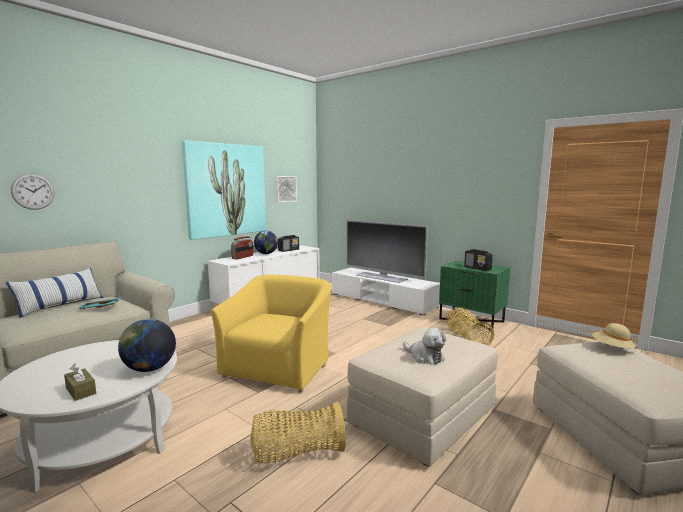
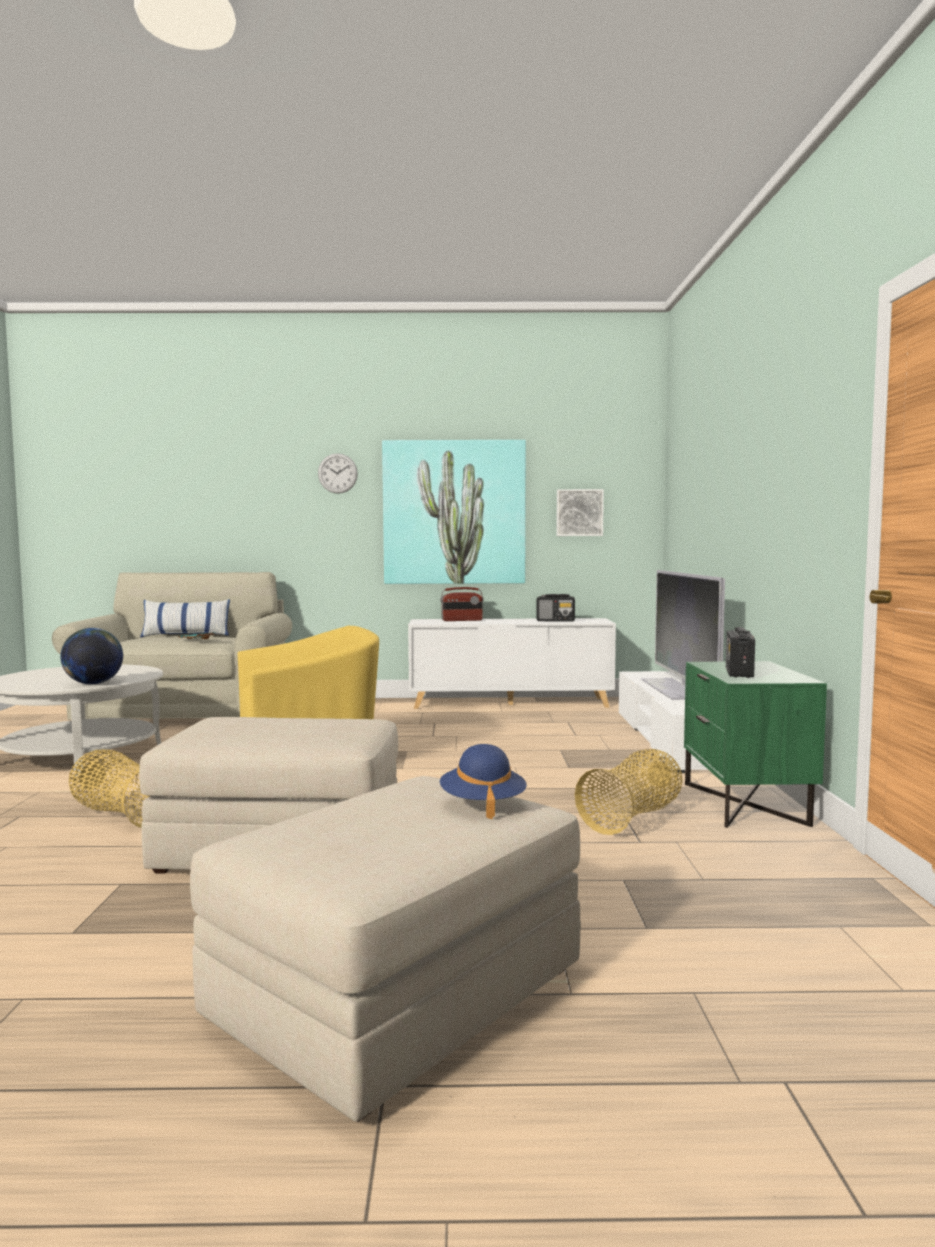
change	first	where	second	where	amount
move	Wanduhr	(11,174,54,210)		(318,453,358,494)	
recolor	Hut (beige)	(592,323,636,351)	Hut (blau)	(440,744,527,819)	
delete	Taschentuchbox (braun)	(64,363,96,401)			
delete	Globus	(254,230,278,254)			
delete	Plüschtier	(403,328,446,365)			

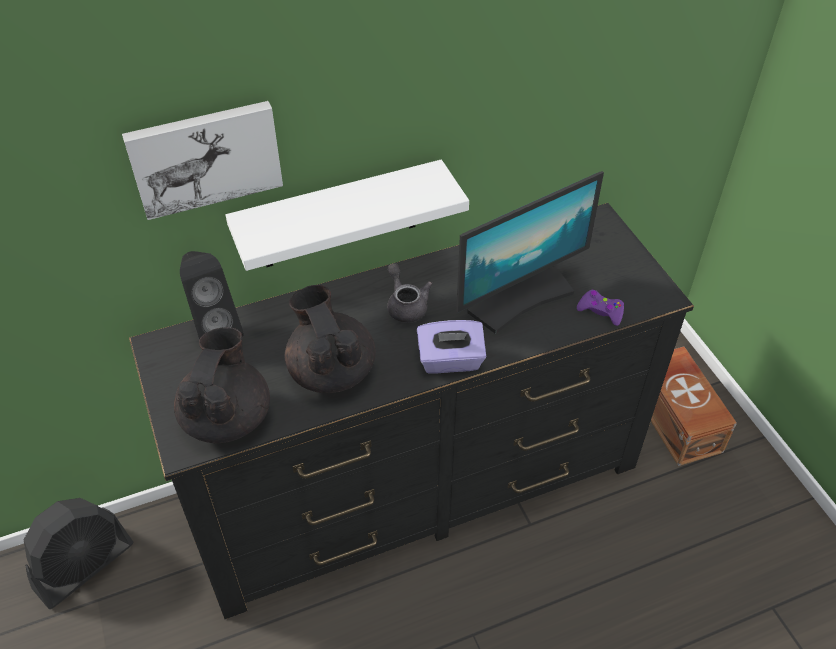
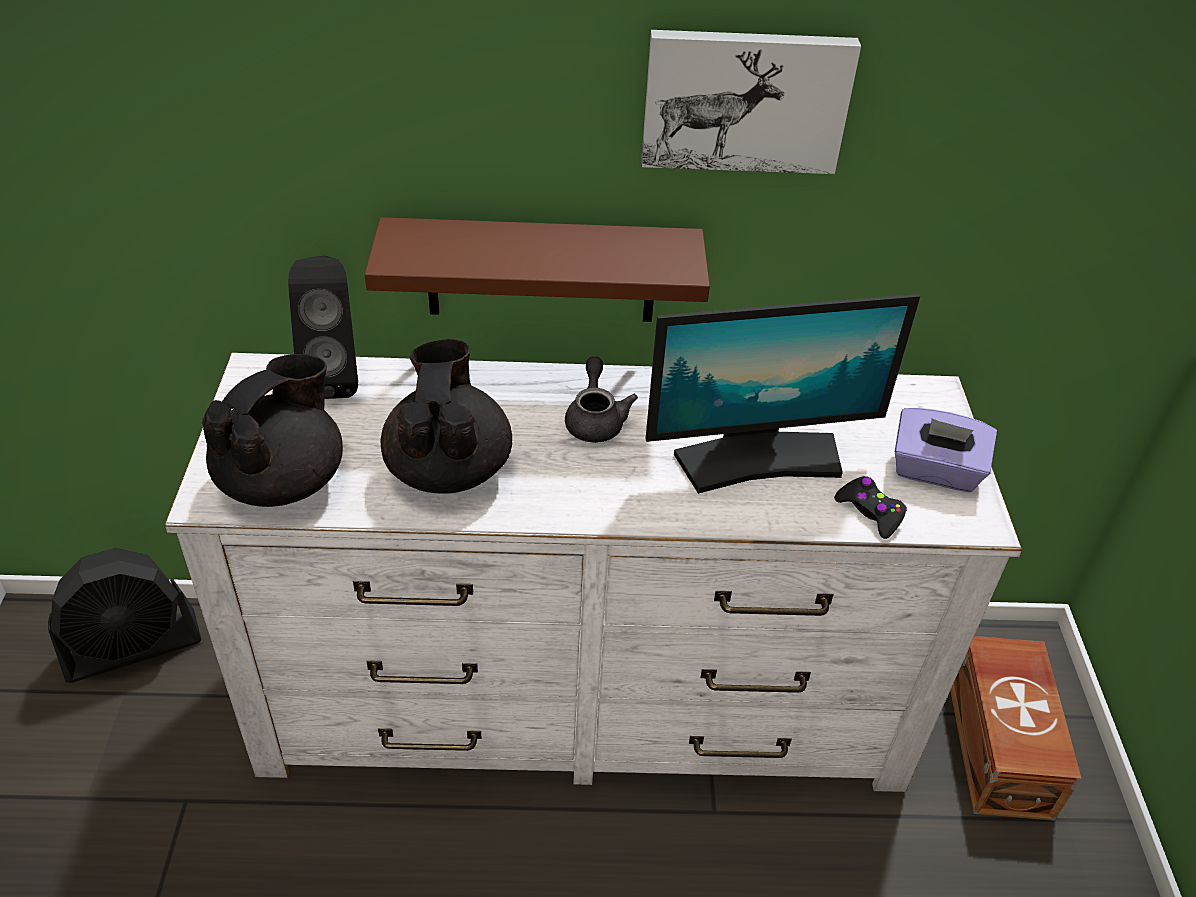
change	first	where	second	where	amount
recolor	Kommode (schwarz)	(129,203,694,619)	Kommode (weiß)	(164,353,1022,792)	
recolor	Wandregal (weiß)	(225,160,469,271)	Wandregal (braun)	(364,217,710,322)	
move	Bild	(122,101,283,220)		(642,30,861,174)	
recolor	Gamepad (lila)	(577,290,624,326)	Gamepad (schwarz)	(834,476,907,539)	
move	Taschentuchbox (lila)	(417,320,486,374)		(895,408,997,492)	

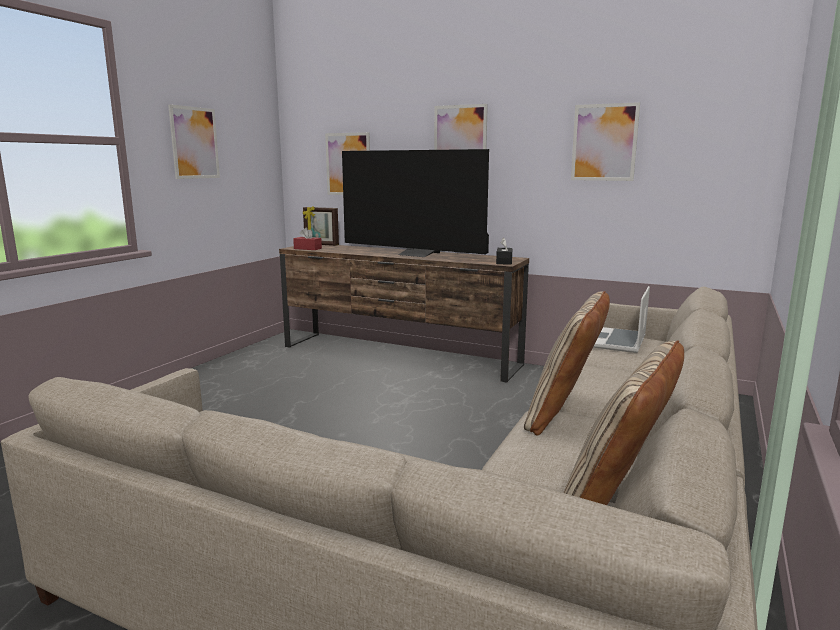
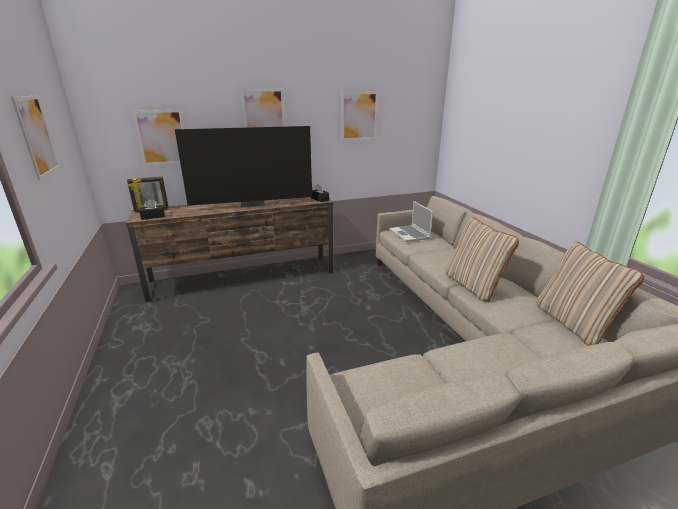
change	first	where	second	where	amount
recolor	Taschentuchbox (rot)	(293,228,322,250)	Taschentuchbox (schwarz)	(139,199,165,220)	

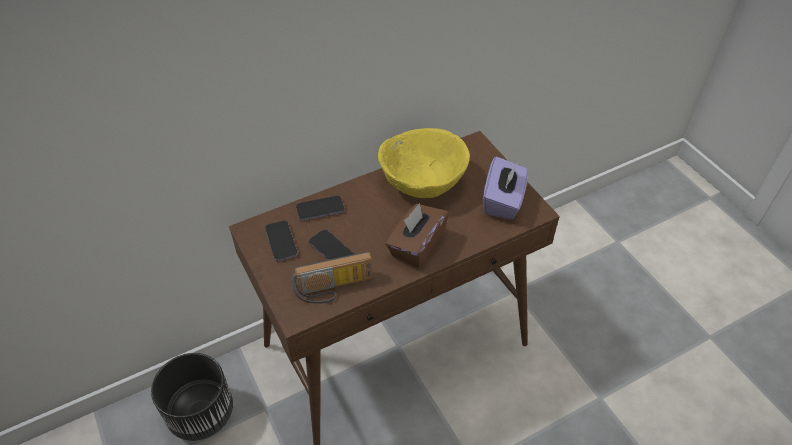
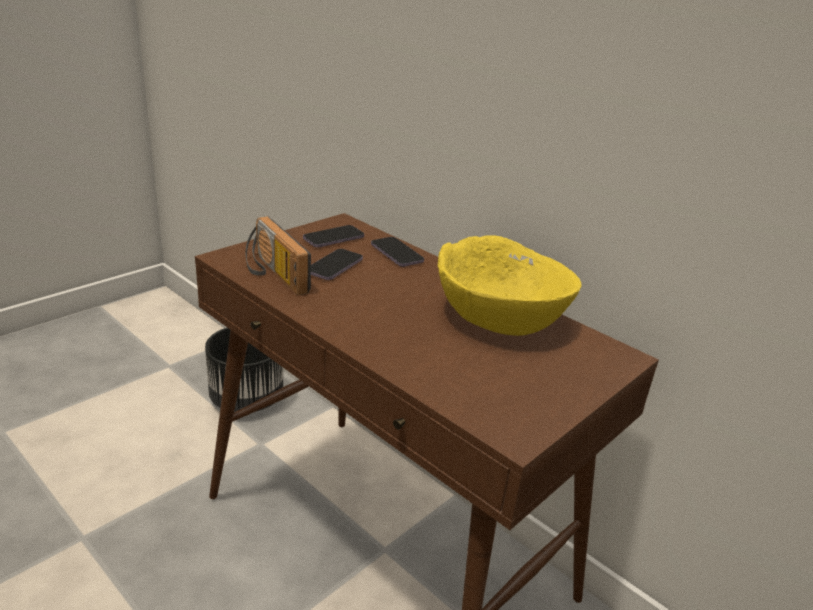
change	first	where	second	where	amount
delete	Taschentuchbox (braun)	(385,203,449,268)			
delete	Taschentuchbox (lila)	(483,157,528,219)			

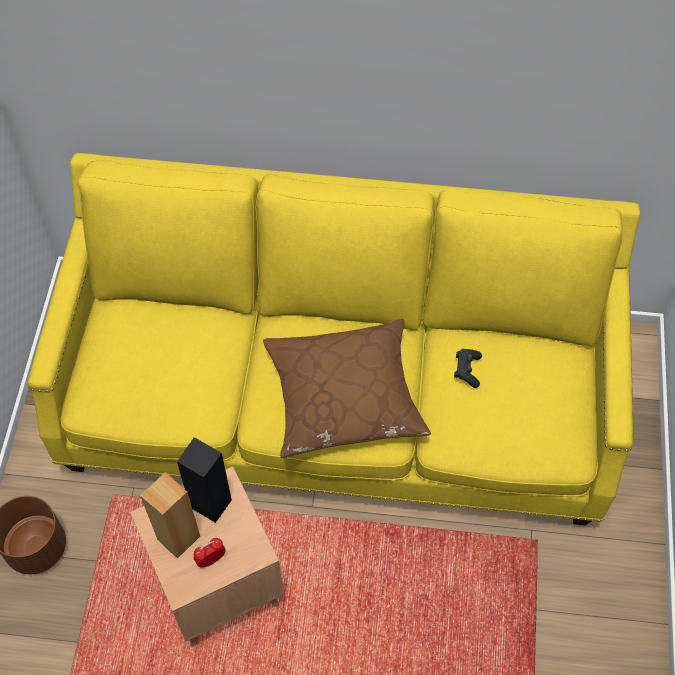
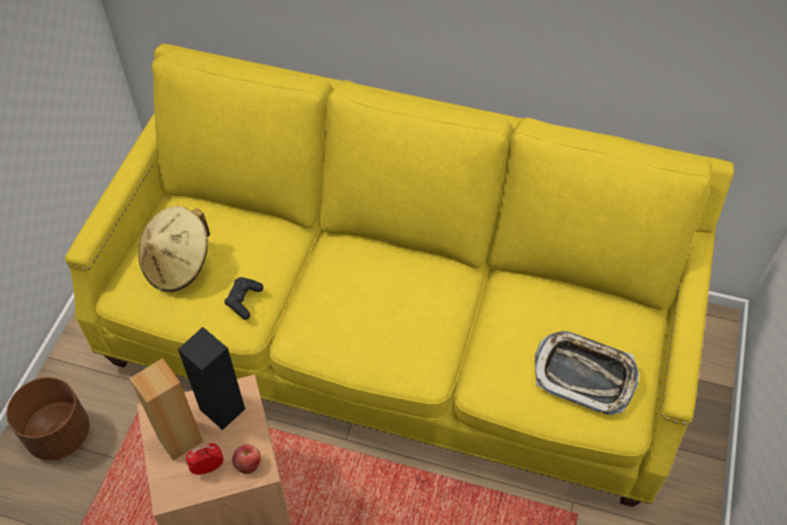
change	first	where	second	where	amount
insert			Hut (beige)	(139,206,210,292)	
move	Gamepad (schwarz)	(454,349,482,388)		(225,277,263,320)	
insert			Apfel	(232,444,261,474)	
insert			Tablett	(535,331,639,415)	
delete	Kissen (braun)	(263,319,431,458)			

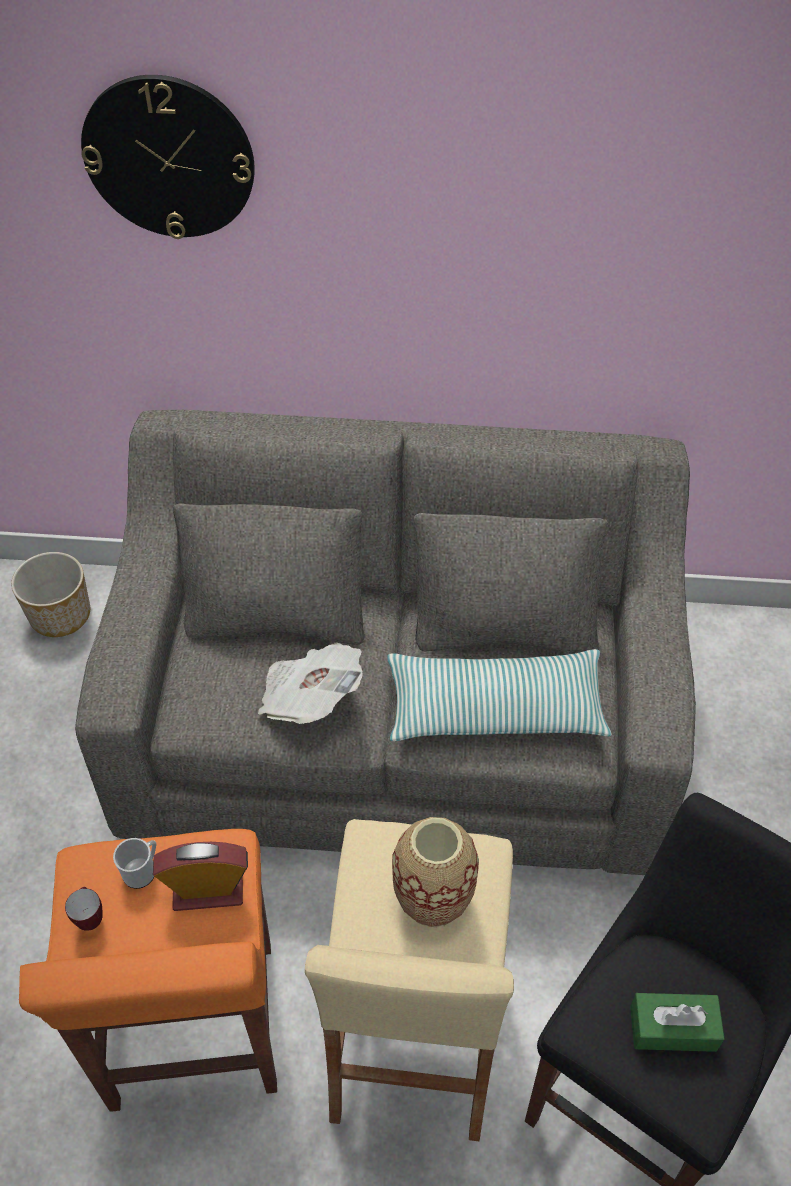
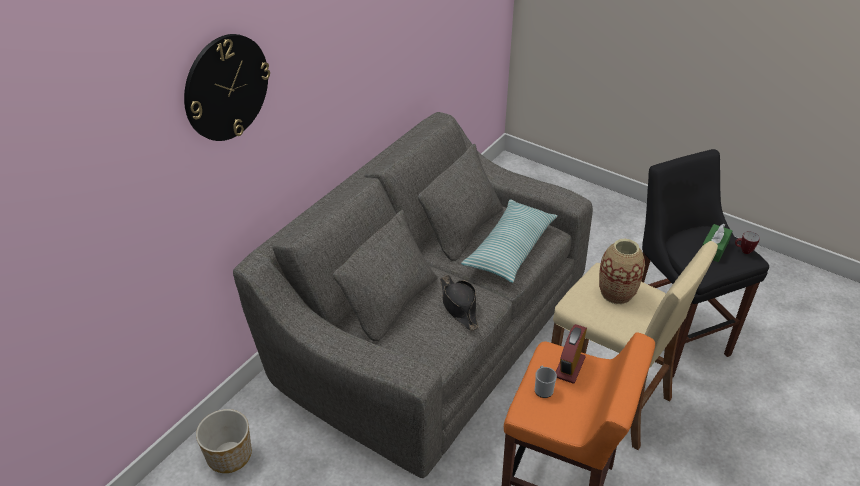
change	first	where	second	where	amount
replace	Zeitung	(258,643,363,724)	Hut (schwarz)	(440,275,478,331)	
move	Henkelbecher	(65,887,103,931)		(735,231,760,254)	

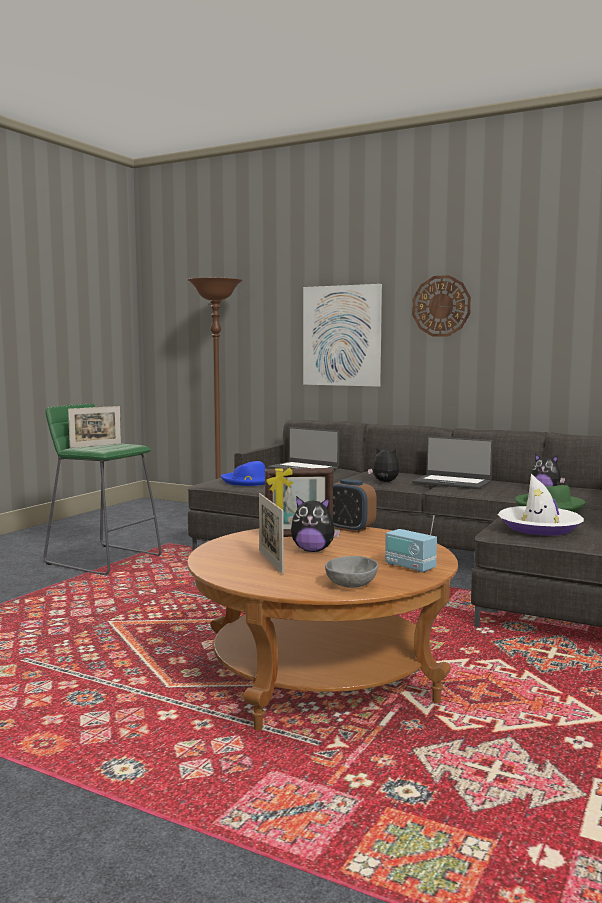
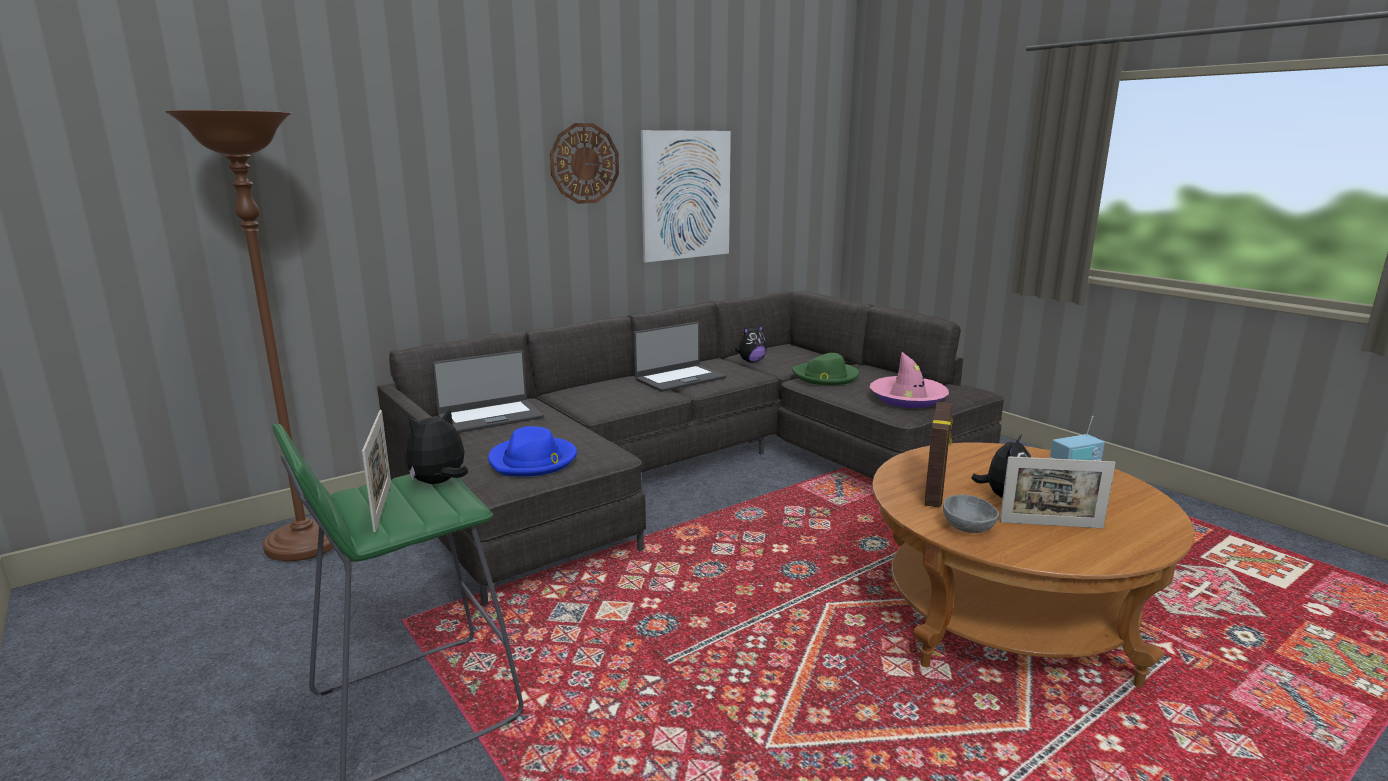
change	first	where	second	where	amount
move	Plüschtier	(368,447,399,482)		(405,408,468,484)	
move	Bild	(303,284,382,387)		(641,130,731,263)	
recolor	Hut (weiß)	(498,474,584,536)	Hut (rosa)	(870,352,949,408)	
move	Schüssel (grau)	(325,556,378,588)		(943,495,999,533)	
delete	Wecker	(333,479,377,533)			

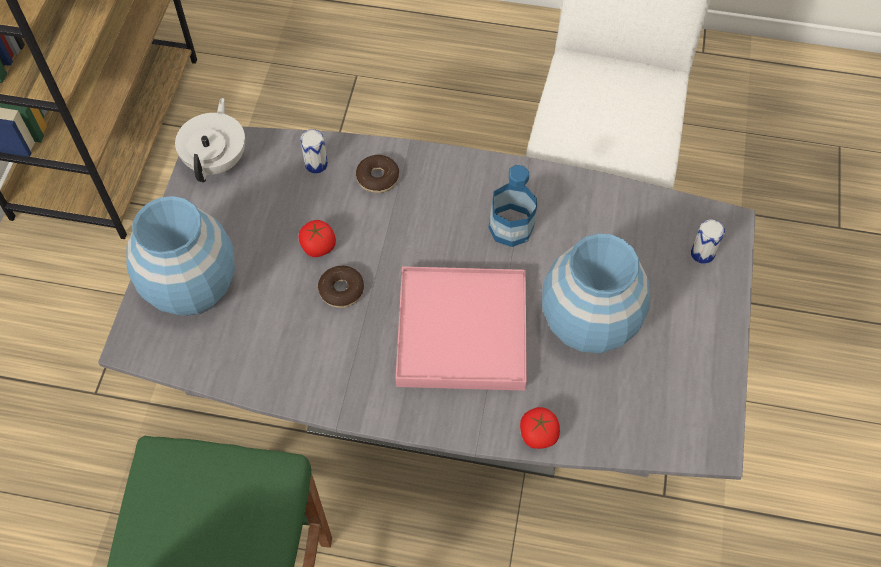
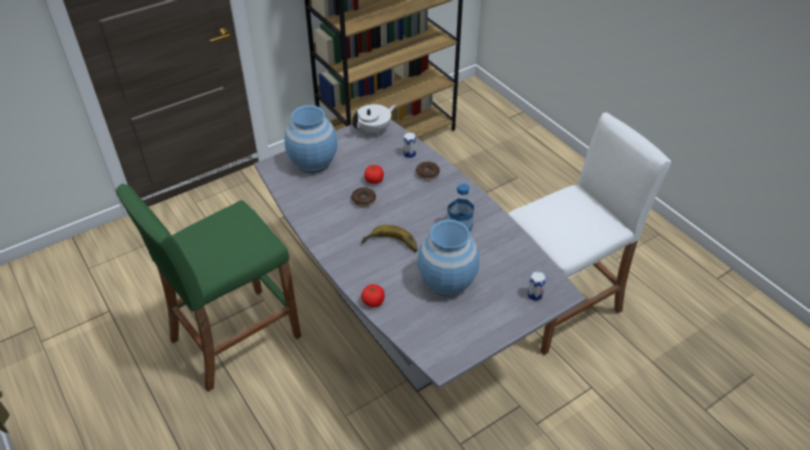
change	first	where	second	where	amount
replace	Tablett (rosa)	(396,266,527,391)	Banane	(362,225,417,252)	

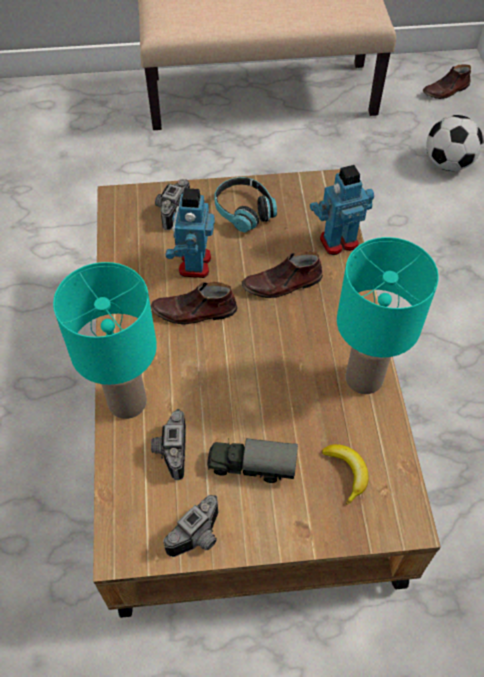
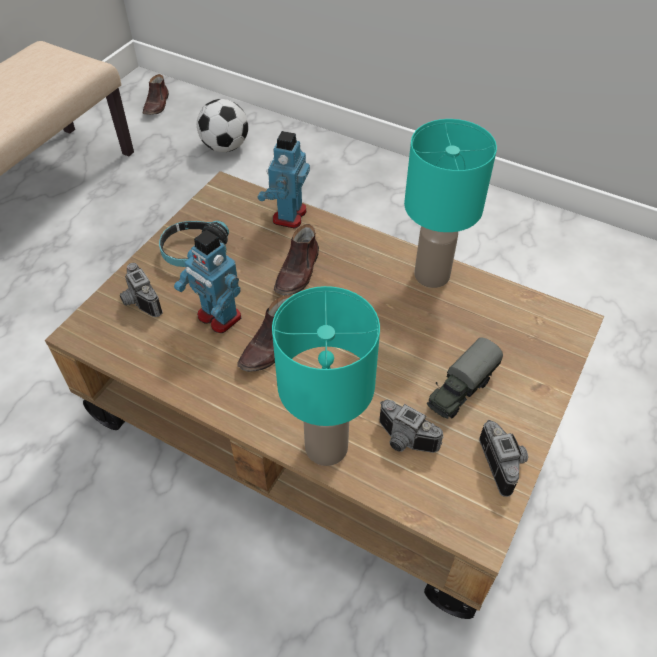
change	first	where	second	where	amount
delete	Banane	(322,444,369,505)			

